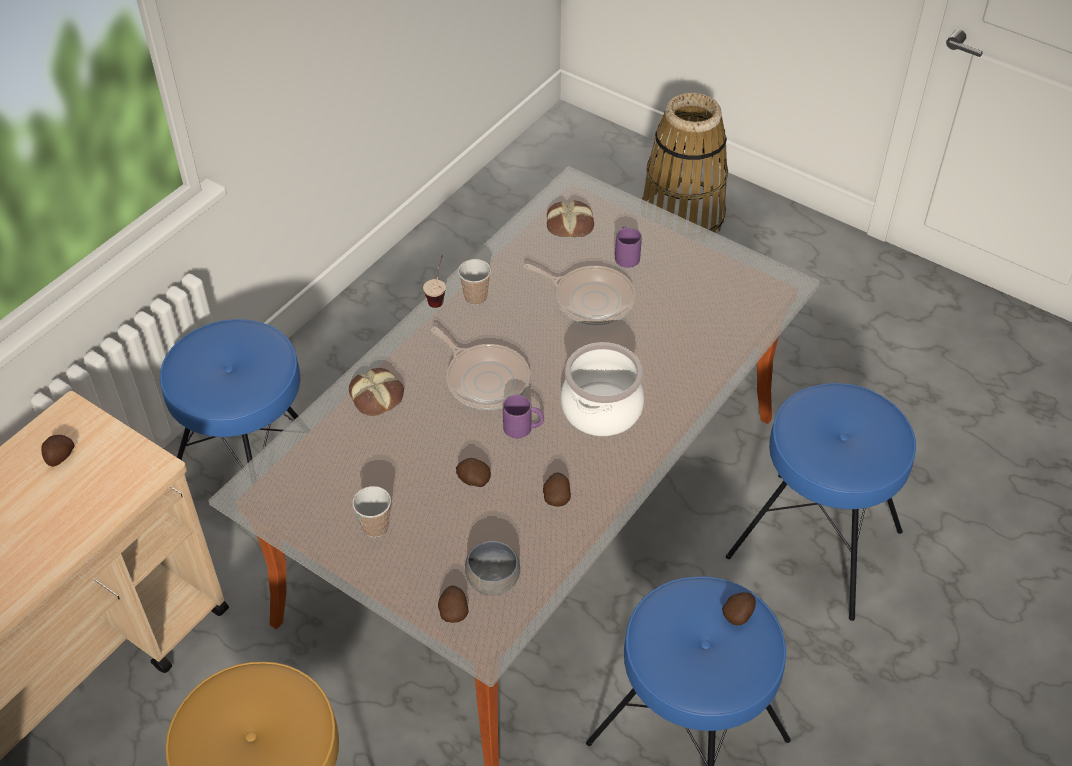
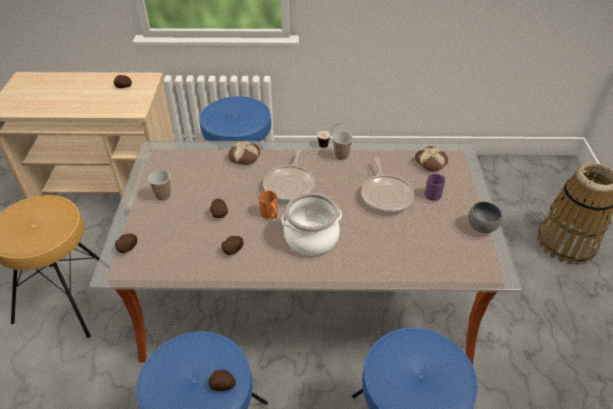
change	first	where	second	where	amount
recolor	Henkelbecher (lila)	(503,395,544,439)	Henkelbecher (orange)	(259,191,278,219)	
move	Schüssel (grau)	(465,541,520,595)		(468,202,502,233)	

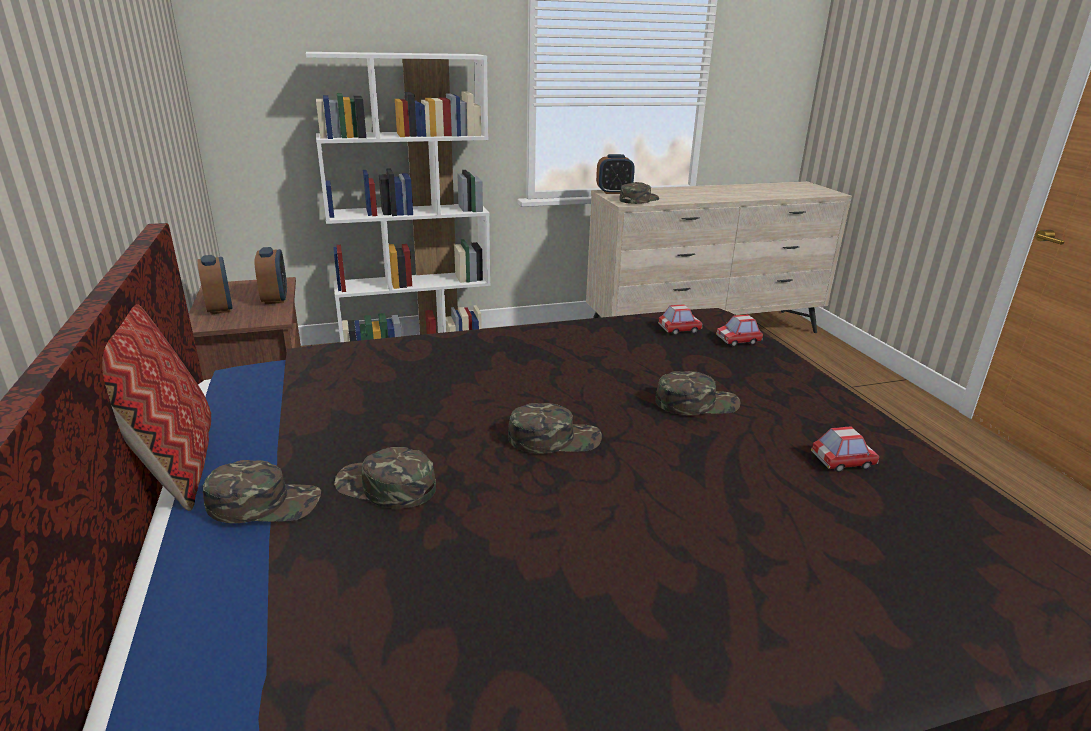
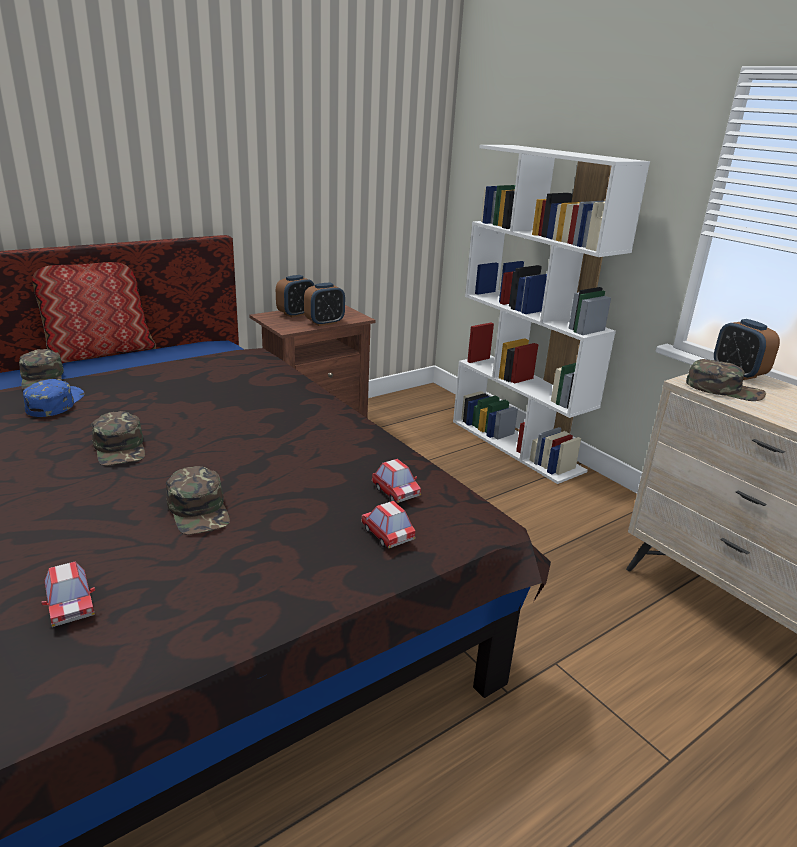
change	first	where	second	where	amount
recolor	Kappe (grün)	(334,447,436,509)	Kappe (blau)	(23,379,84,417)	

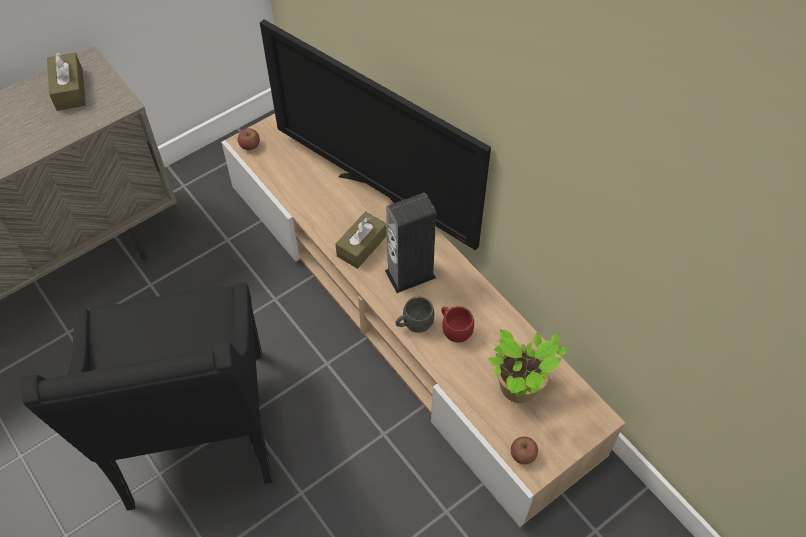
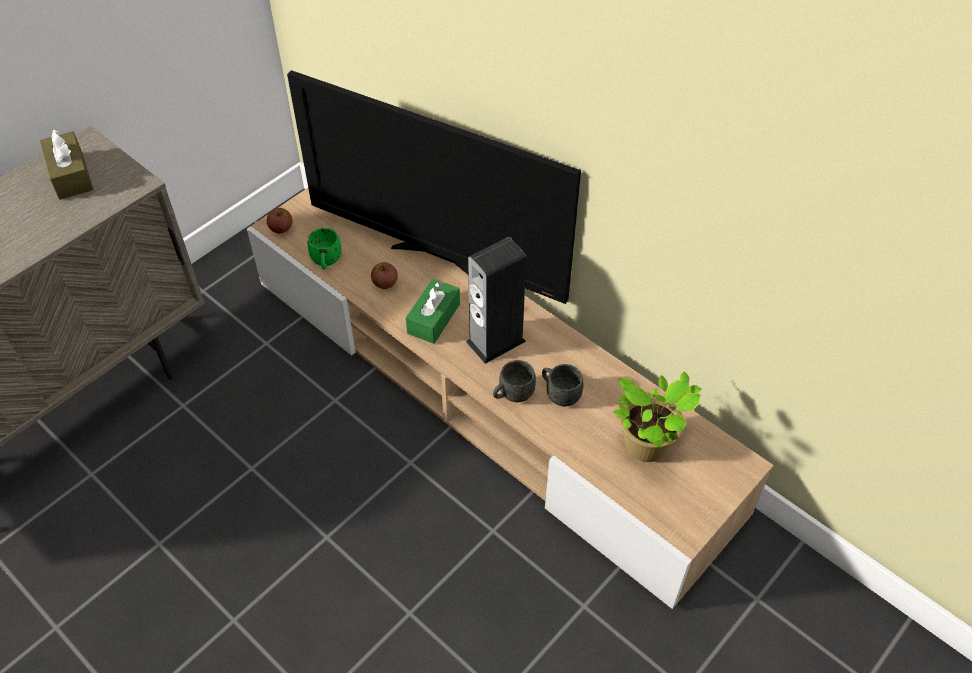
change	first	where	second	where	amount
insert			Henkelbecher (grün)	(308,228,342,270)	
move	Apfel	(511,437,538,464)		(371,262,398,289)	
recolor	Taschentuchbox (braun)	(336,212,387,269)	Taschentuchbox (grün)	(406,279,460,344)	
recolor	Henkelbecher (rot)	(441,306,474,343)	Henkelbecher (grau)	(542,364,584,407)	
delete	Sessel (schwarz)	(21,282,273,511)			

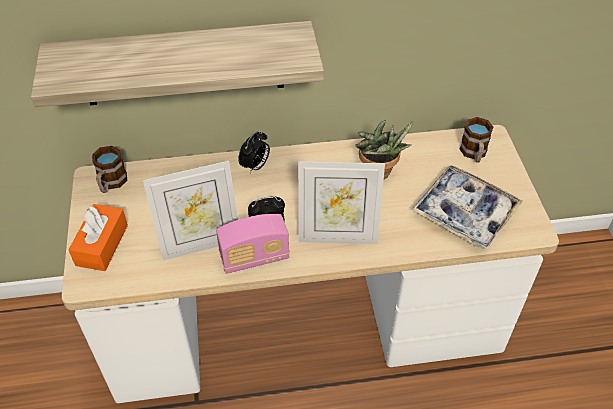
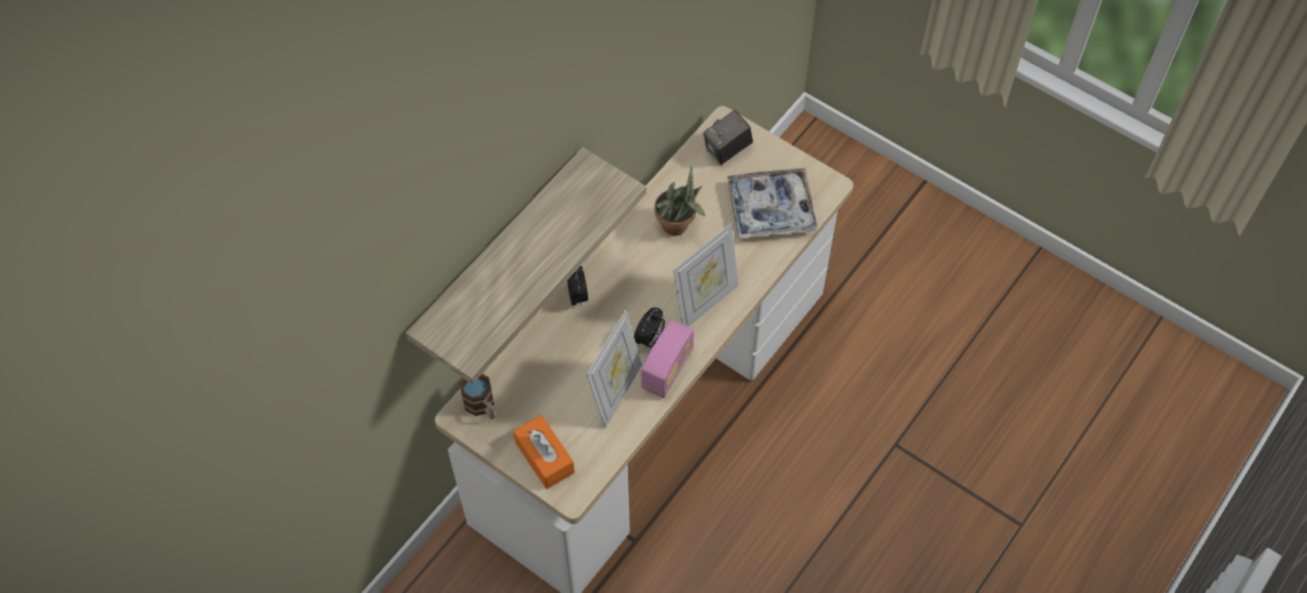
change	first	where	second	where	amount
replace	Henkelbecher	(459,117,494,163)	Kamera	(703,110,753,165)	

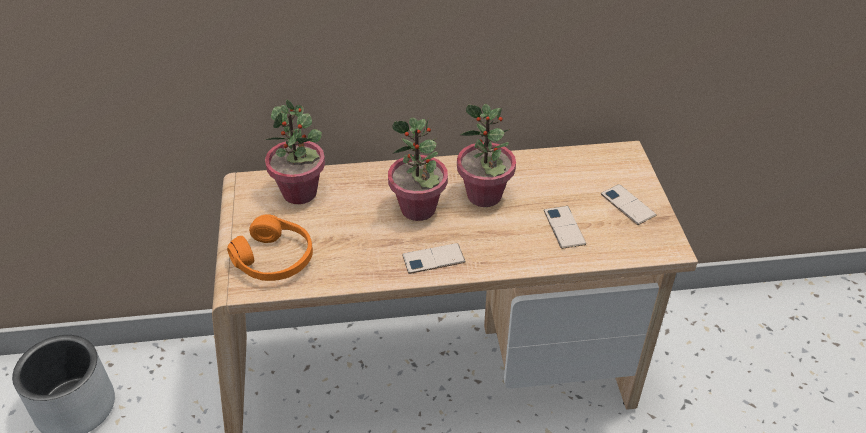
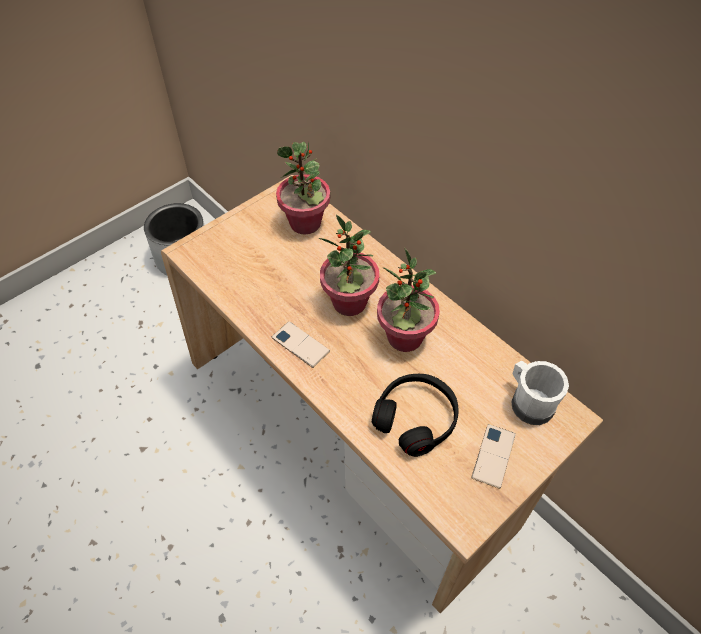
change	first	where	second	where	amount
replace	Handy	(544,206,586,249)	Kopfhörer (schwarz)	(372,374,458,457)	
insert			Henkelbecher (weiß)	(511,360,569,425)	
delete	Kopfhörer (orange)	(227,214,313,281)			

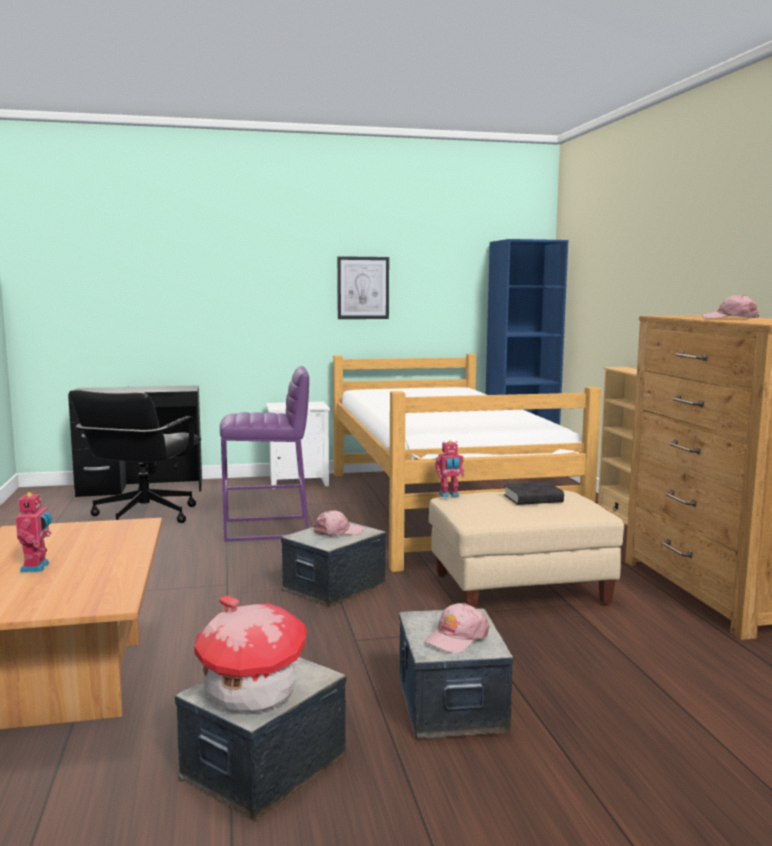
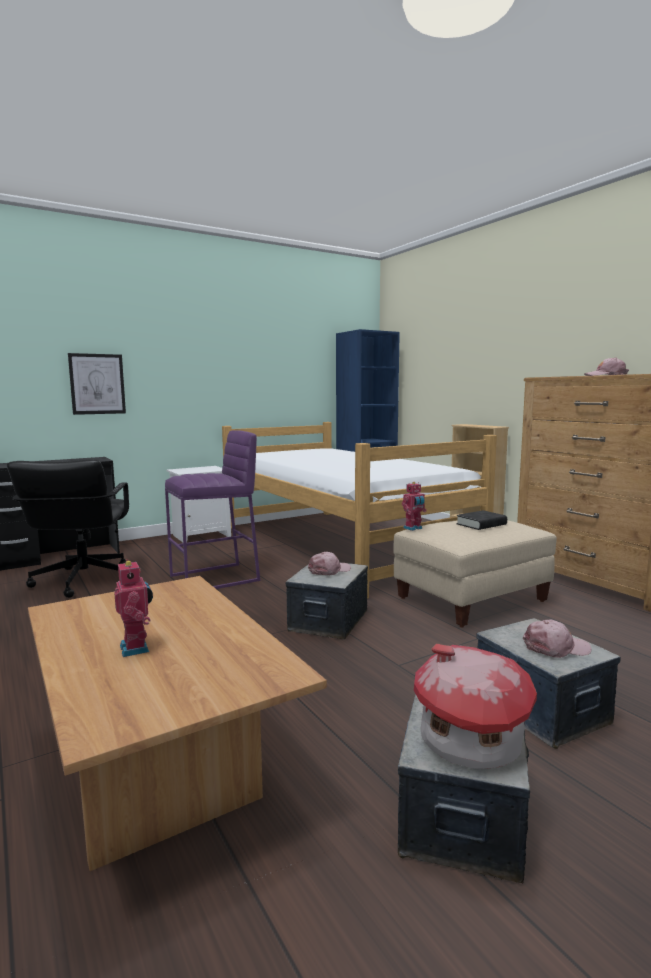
change	first	where	second	where	amount
move	Bild	(337,256,389,319)		(68,353,126,415)	
rotate	Kappe (rosa)	(424,603,489,653)		(523,620,592,658)	120 degrees counterclockwise

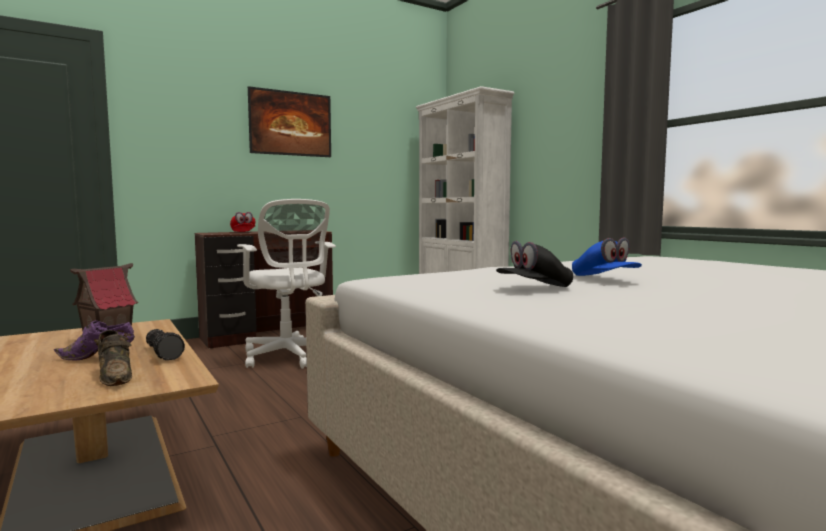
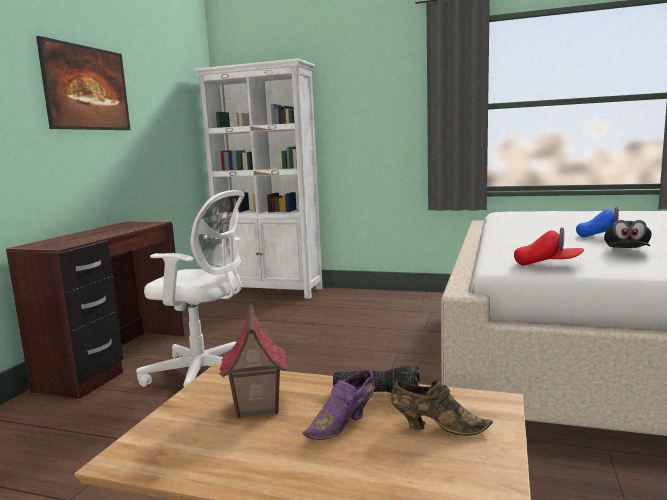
change	first	where	second	where	amount
move	Kappe (rot)	(230,212,255,232)		(514,227,584,266)	

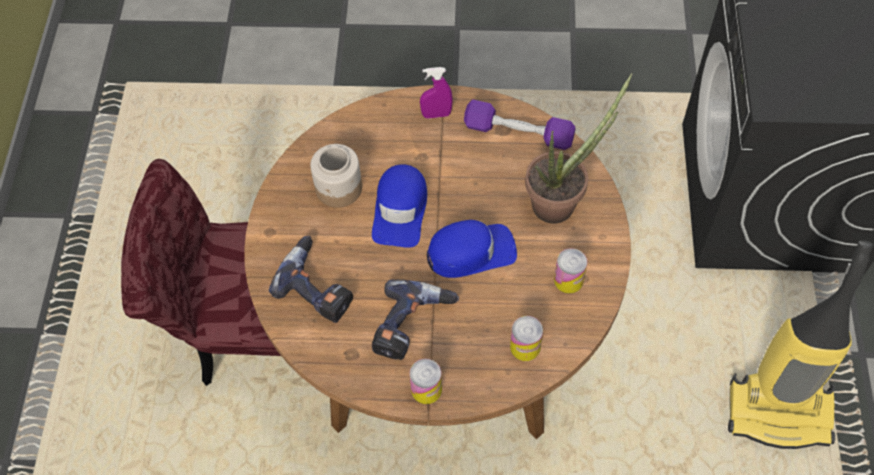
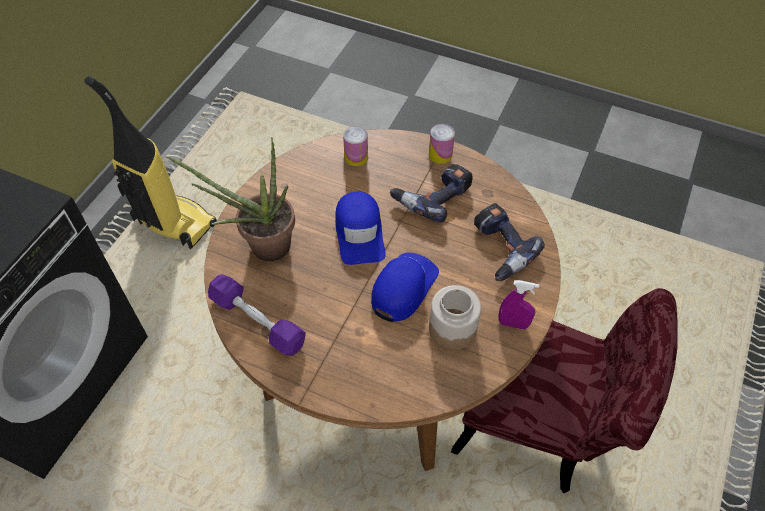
change	first	where	second	where	amount
rotate	Kappe (blau)	(427,220,517,278)		(335,191,386,265)	105 degrees counterclockwise
move	Sprühflasche (lila)	(420,67,453,119)		(499,280,539,330)	
delete	Dose	(554,248,587,293)			

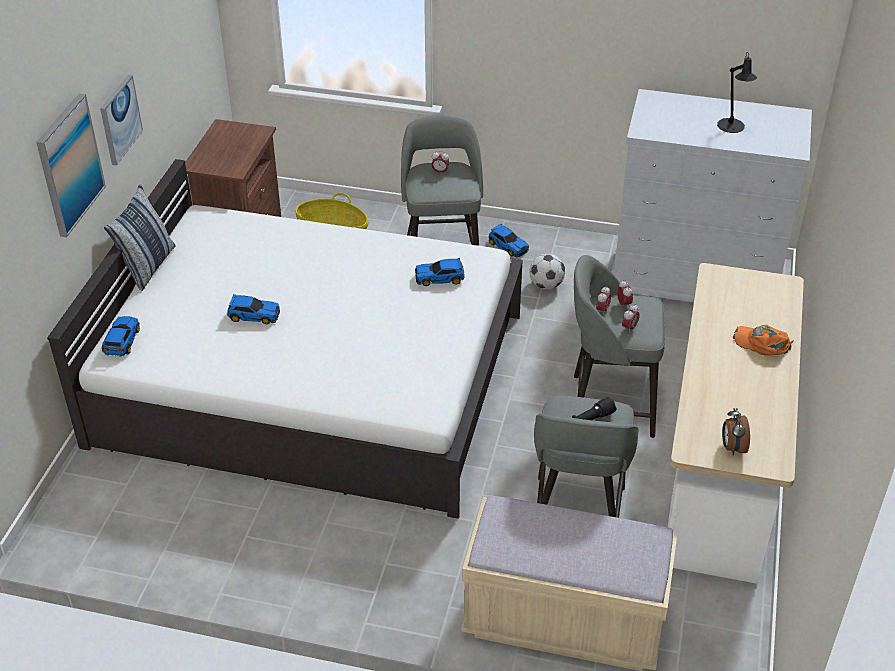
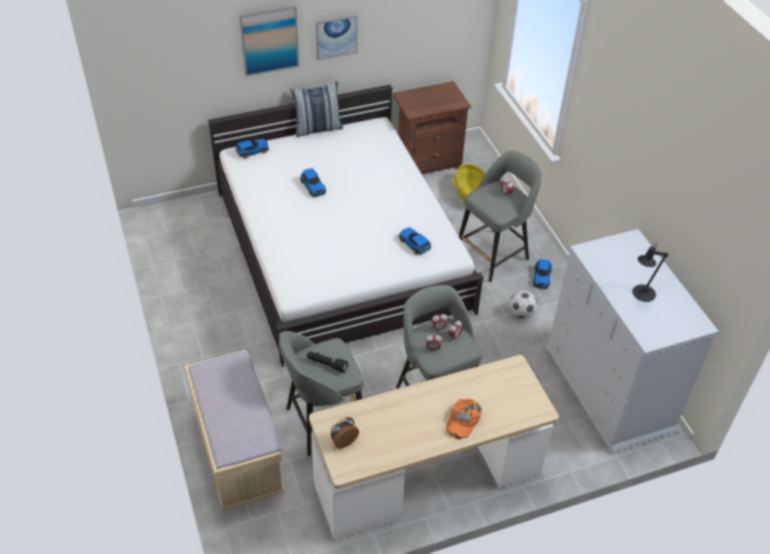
change	first	where	second	where	amount
rotate	Kappe (orange)	(733,324,794,356)		(446,399,482,439)	150 degrees counterclockwise

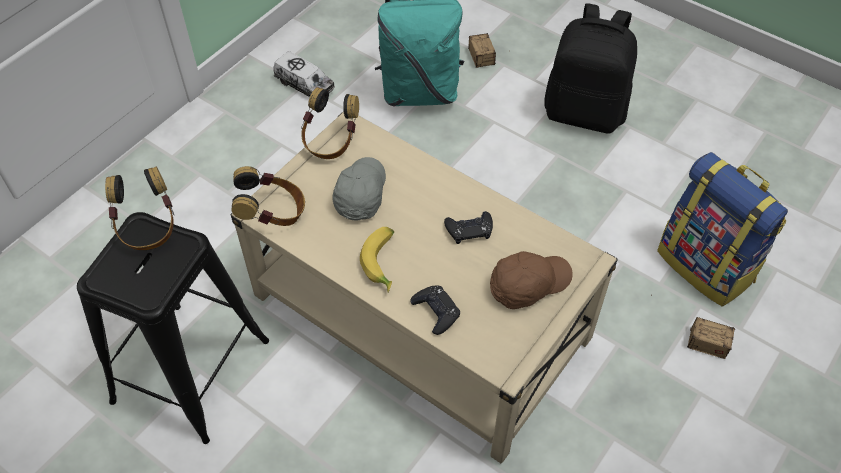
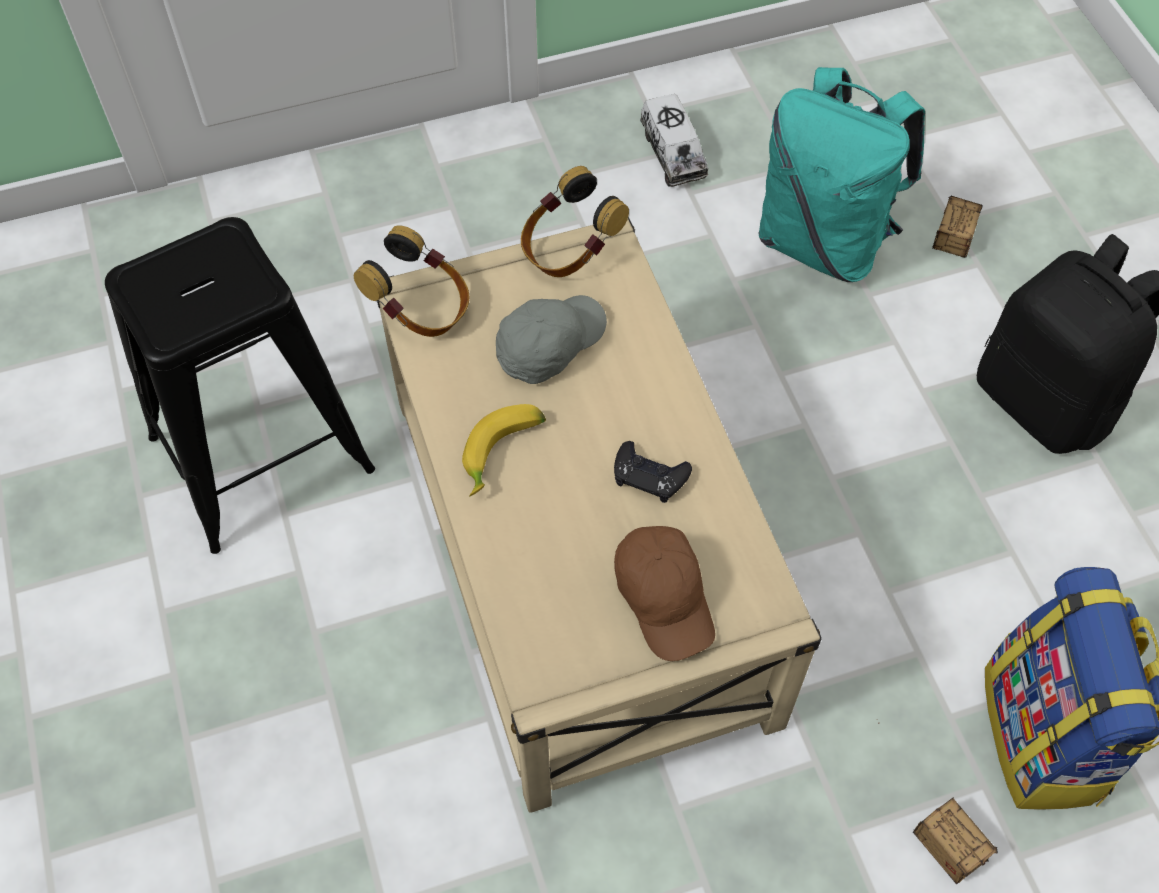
change	first	where	second	where	amount
rotate	Kappe (braun)	(490,251,573,309)		(614,526,715,661)	60 degrees clockwise
delete	Kopfhörer	(105,166,174,250)			
delete	Gamepad (schwarz)	(410,286,460,335)			

